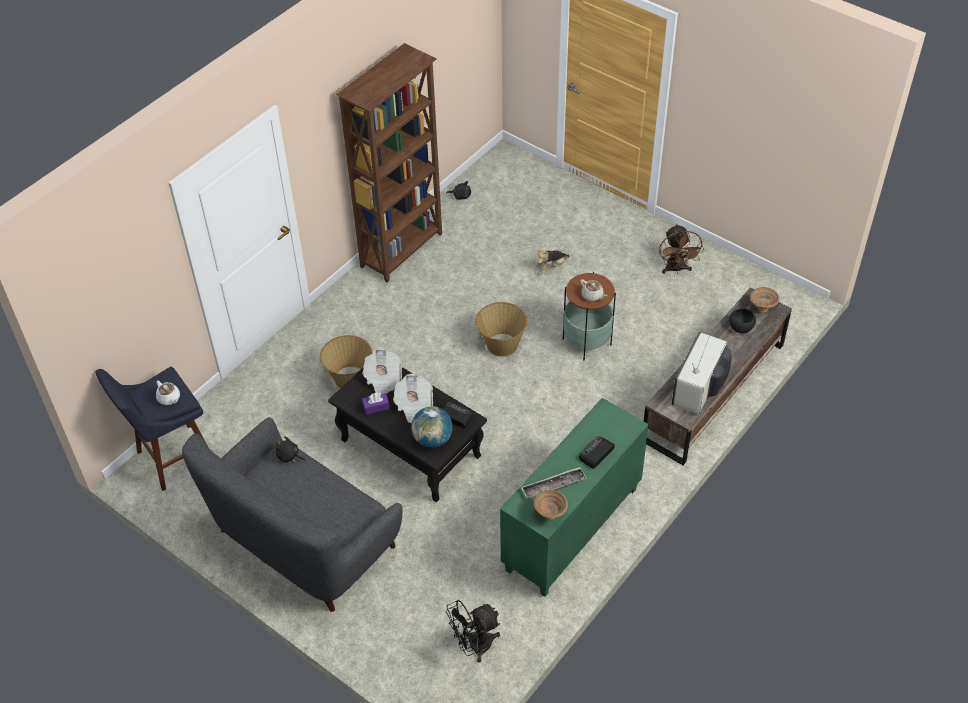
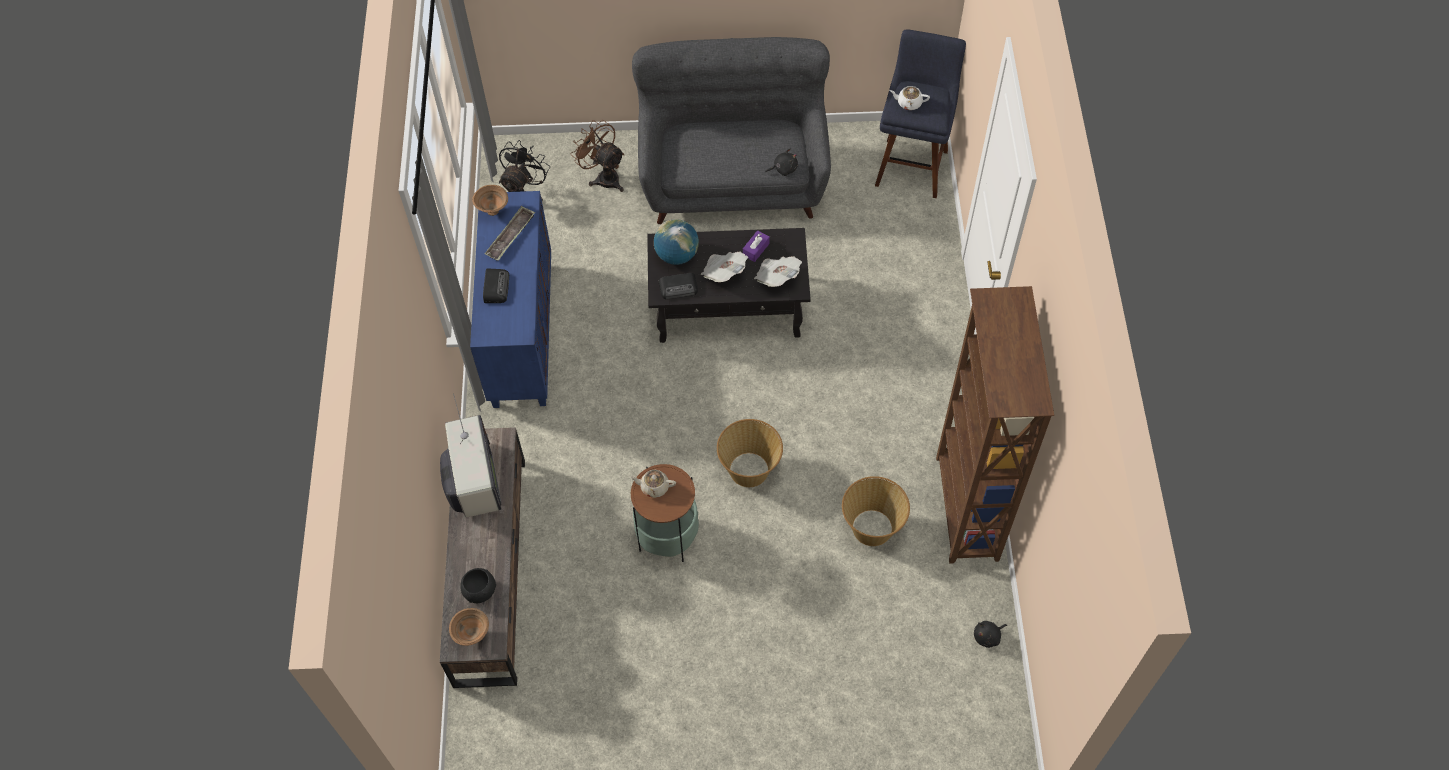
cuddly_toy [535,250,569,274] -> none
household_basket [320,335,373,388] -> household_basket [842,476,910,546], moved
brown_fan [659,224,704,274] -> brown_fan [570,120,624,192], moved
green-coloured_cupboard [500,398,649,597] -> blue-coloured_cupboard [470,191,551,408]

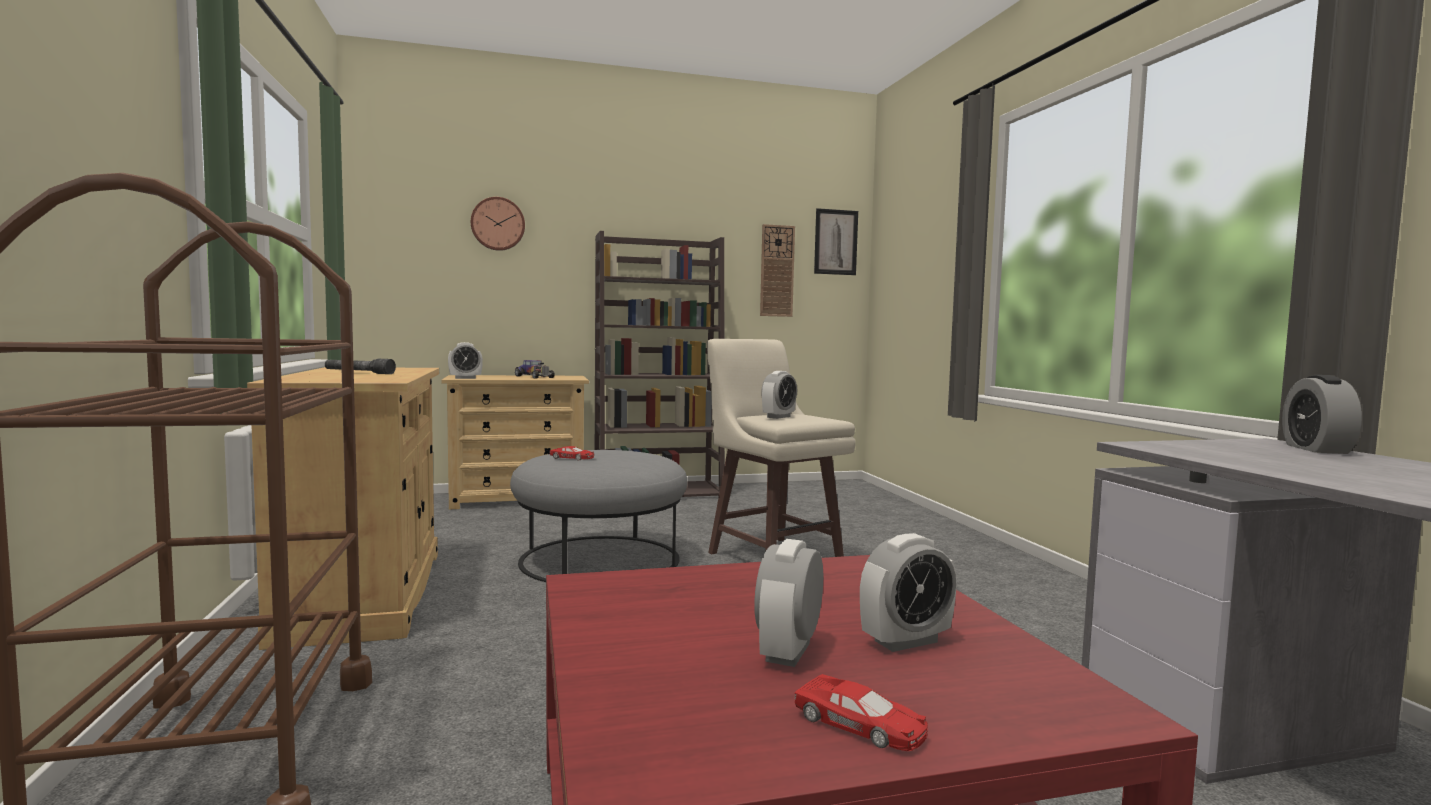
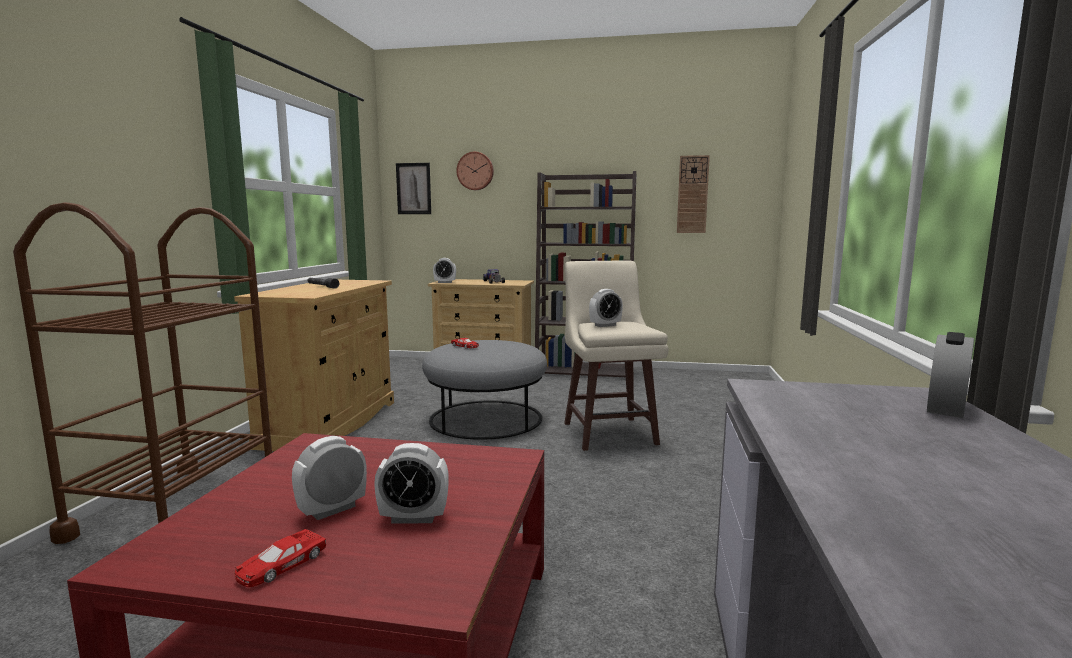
picture [814,208,858,275] -> picture [396,163,431,214], moved
red-coloured_miniature_car [795,674,928,751] -> red-coloured_miniature_car [235,529,326,587], 60 degrees clockwise

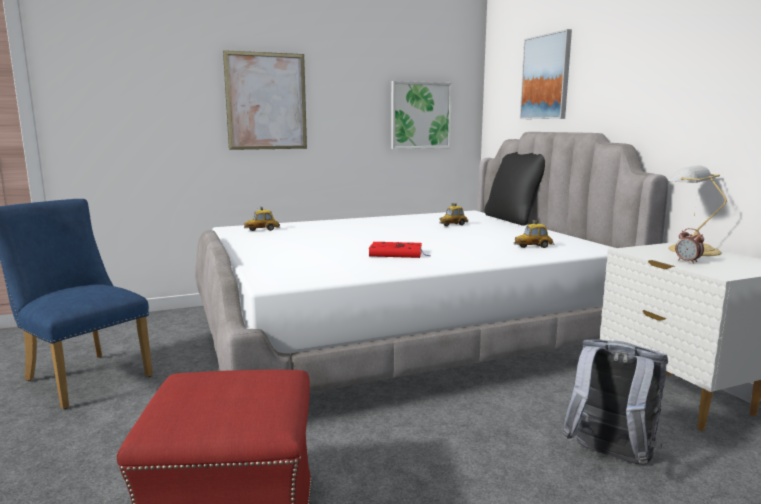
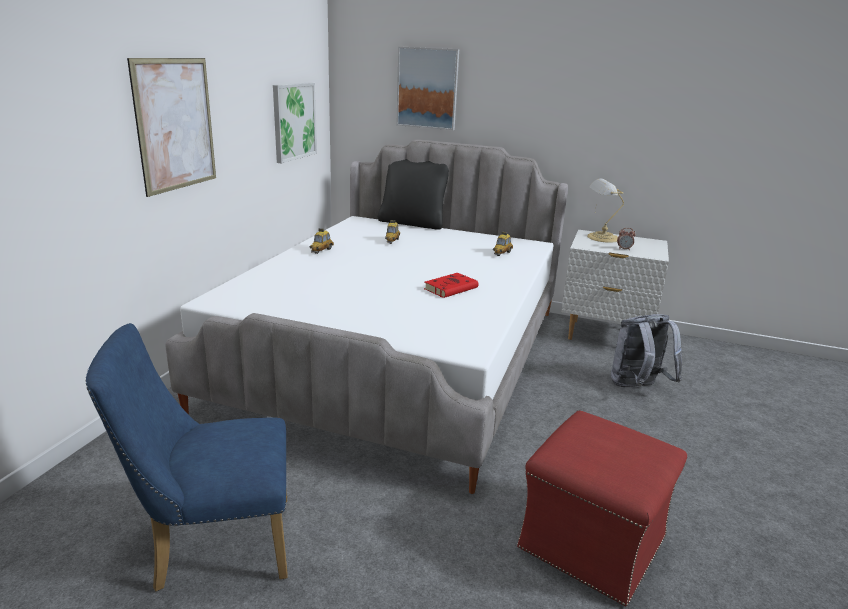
miniature_car [244,207,280,231] -> miniature_car [310,228,334,254], moved

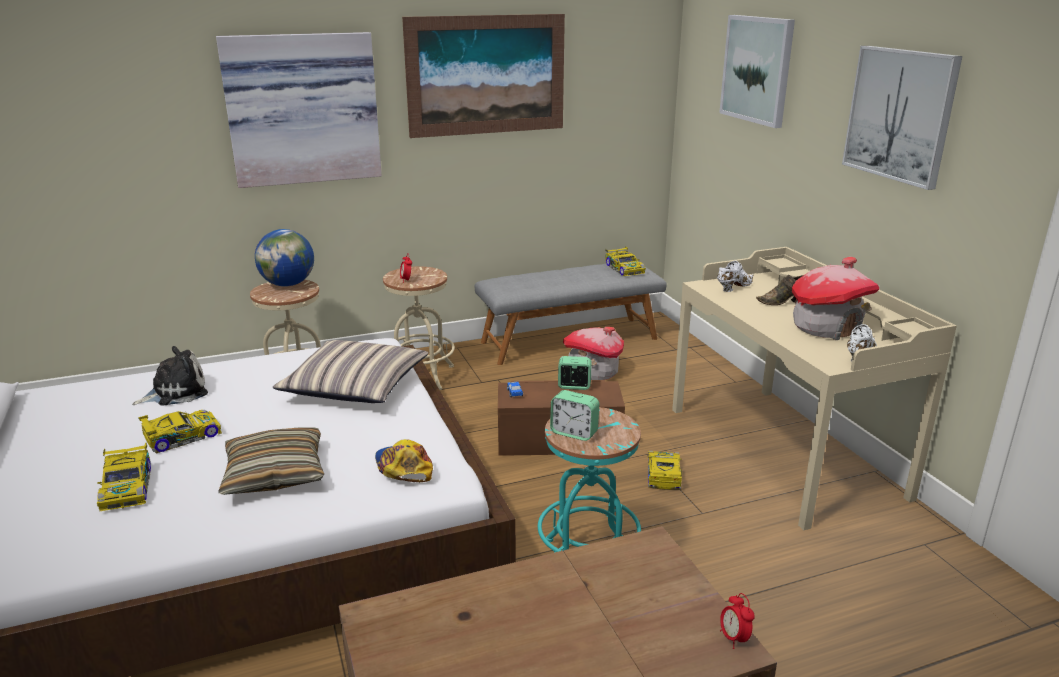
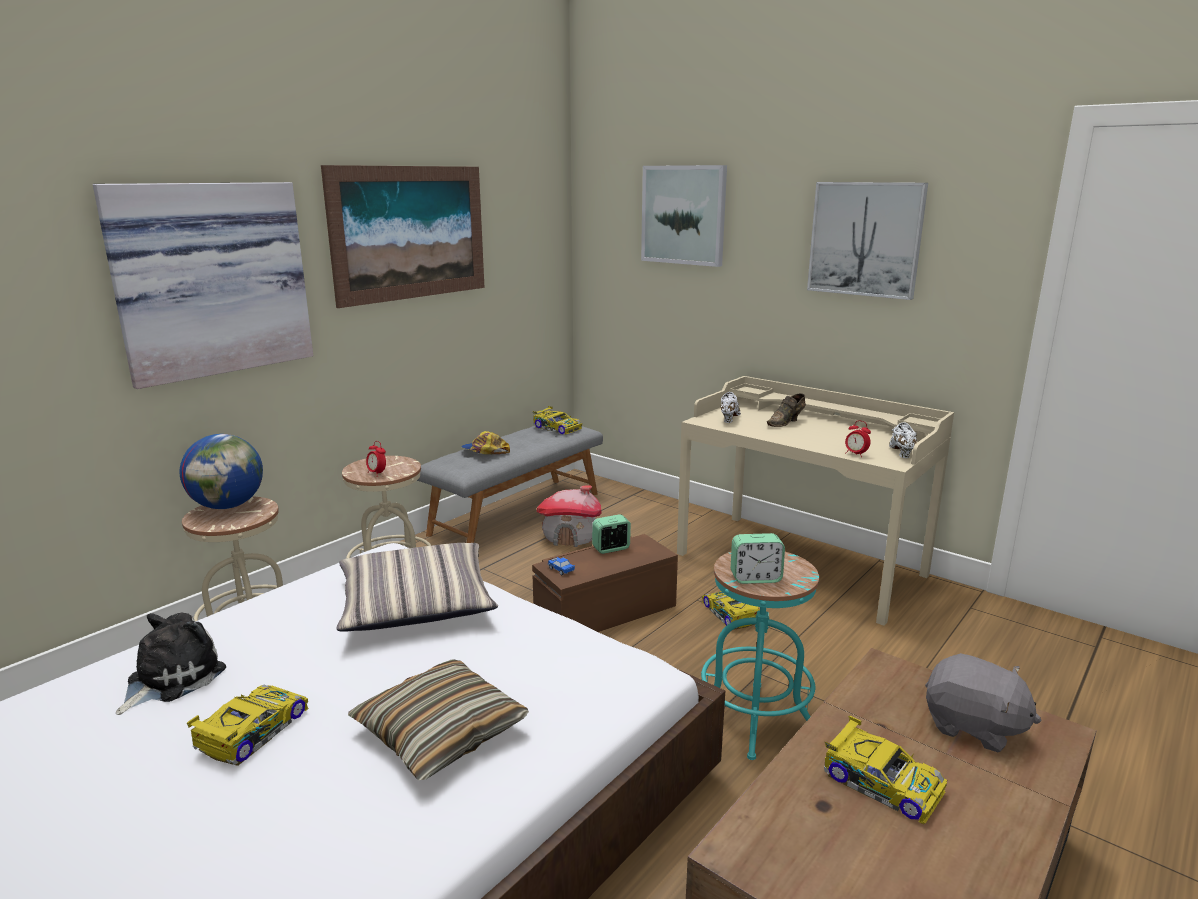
model_house [792,257,879,340] -> none
none -> gray_cuddly_toy [925,653,1042,752]
miniature_car [97,442,151,511] -> miniature_car [824,716,947,824], moved
peaked_cap [375,439,433,482] -> peaked_cap [461,431,510,454], moved
table_clock [720,593,755,649] -> table_clock [845,420,871,457], moved

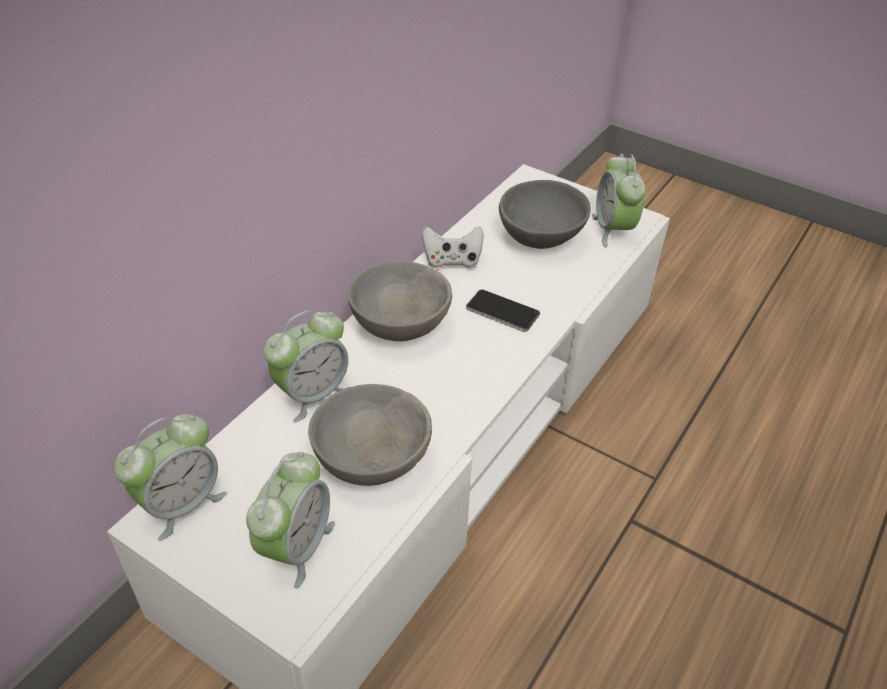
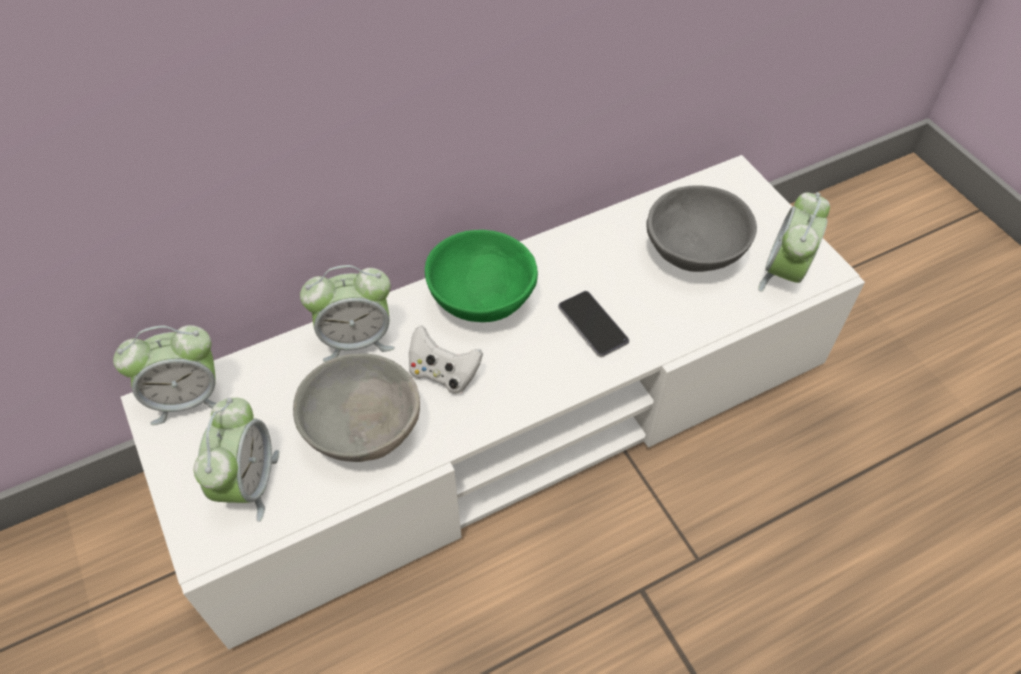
whitish_game_controller [422,226,484,268] -> whitish_game_controller [409,325,483,394], moved
gray_deep_dish [347,261,452,341] -> green-coloured_deep_dish [425,230,538,322]
table_clock [246,452,335,589] -> table_clock [194,398,279,522], 45 degrees counterclockwise

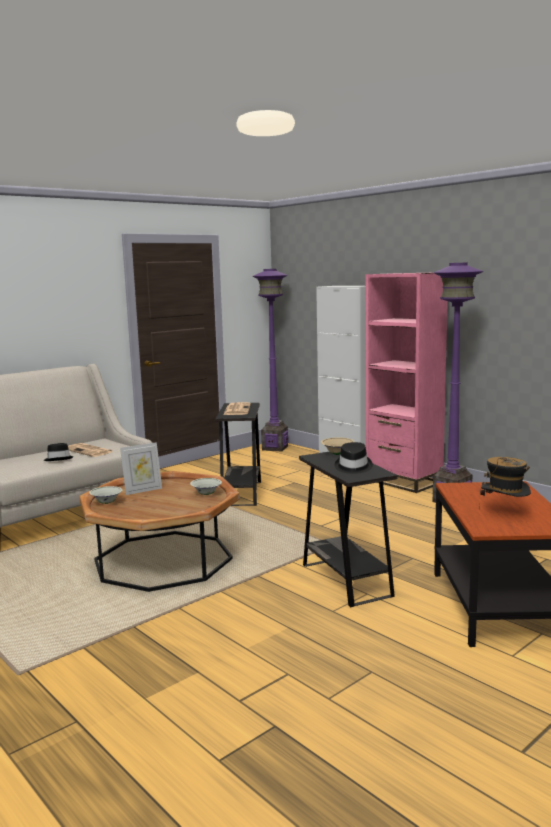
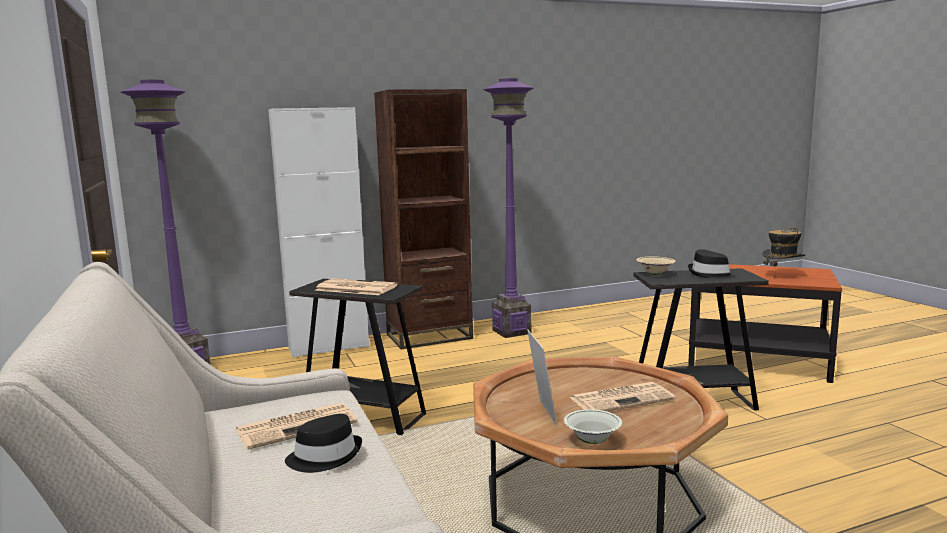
whitish_deep_dish [190,478,222,495] -> none
none -> newspaper [570,382,675,411]
pinkish_bookcase [366,273,448,493] -> brown_bookcase [374,89,473,349]

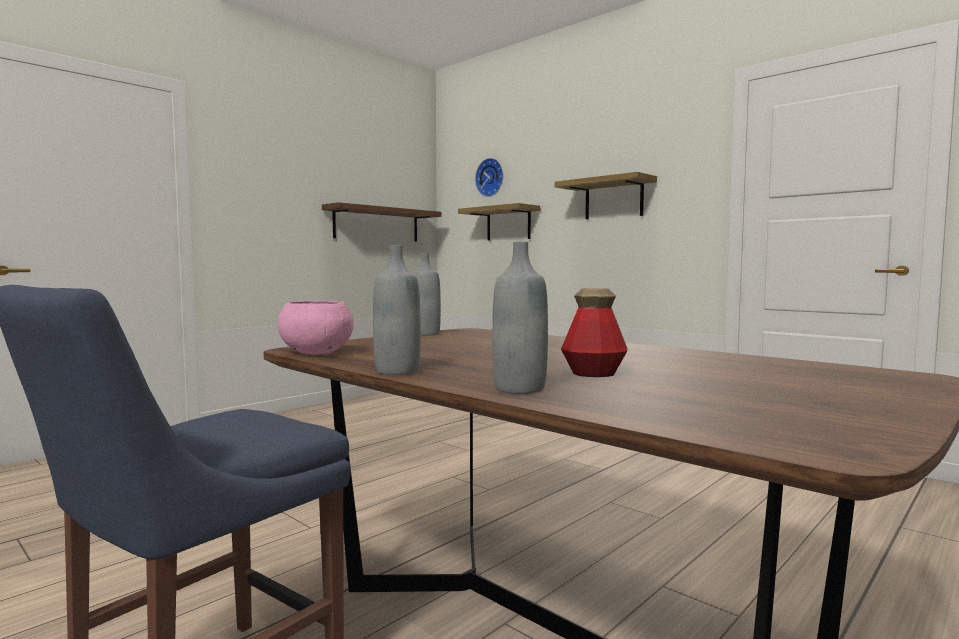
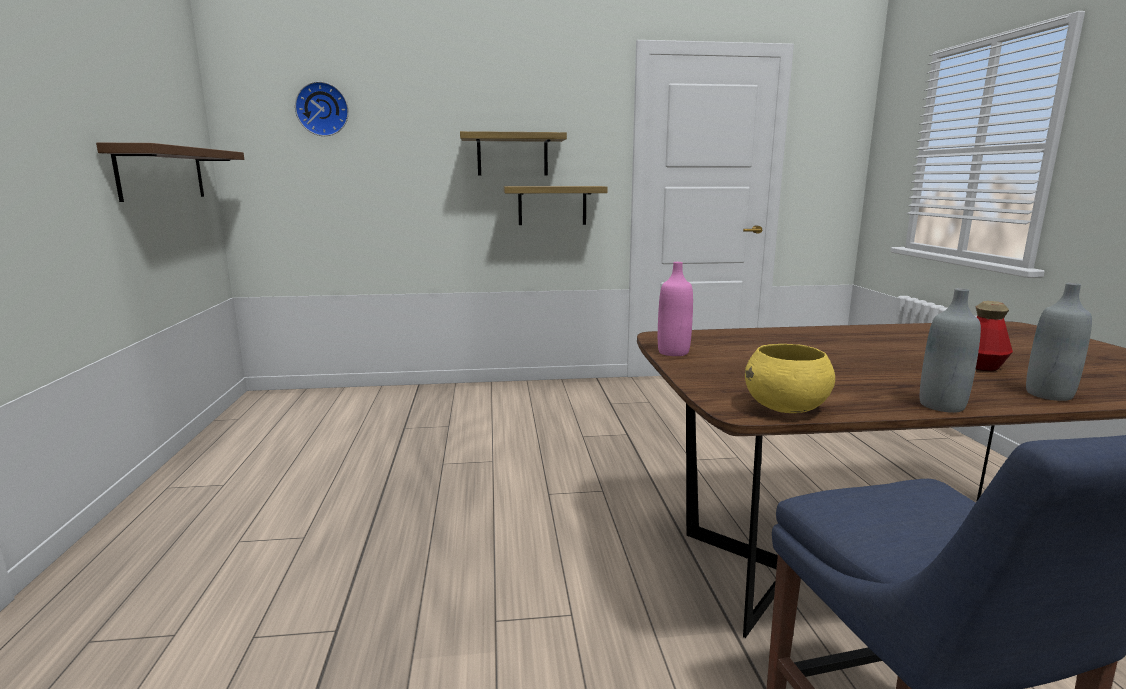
shelf [458,203,540,241] -> shelf [504,186,608,225], moved
pinkish_deep_dish [278,301,354,355] -> yellow-coloured_deep_dish [745,344,835,413]
gray_bottle [413,253,441,336] -> pinkish_bottle [658,262,693,356]

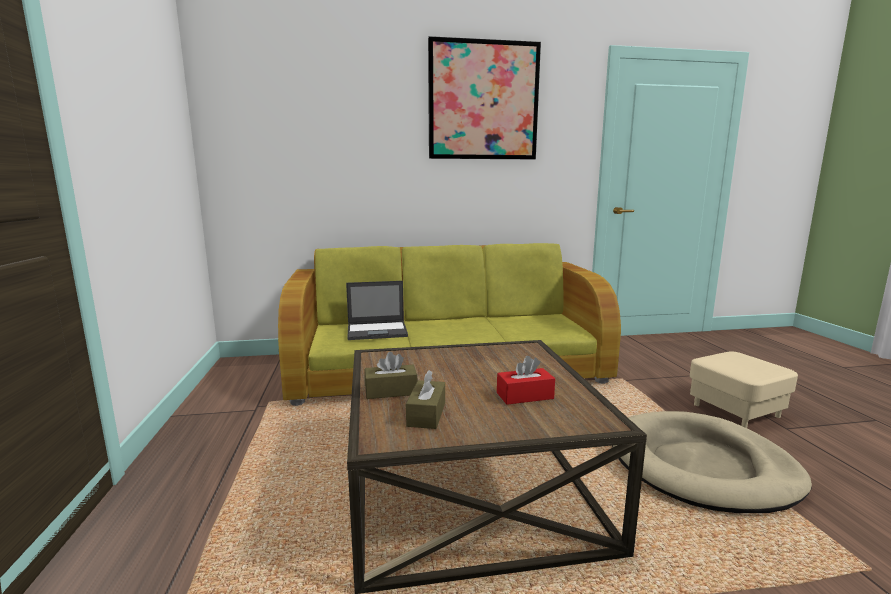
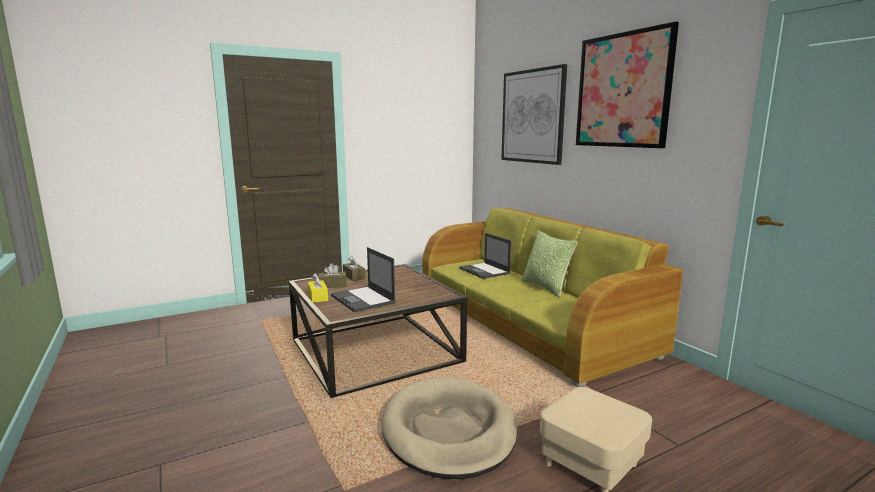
none -> yellow-coloured_box_of_tissues [308,273,328,303]
none -> picture [501,64,567,165]
none -> pillow [521,231,577,297]
red-coloured_box_of_tissues [497,356,555,405] -> notebook_computer [331,247,396,312]

